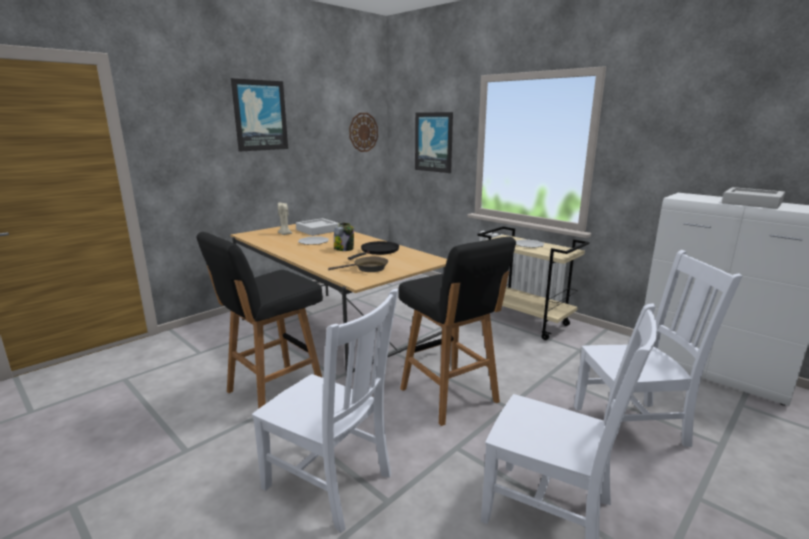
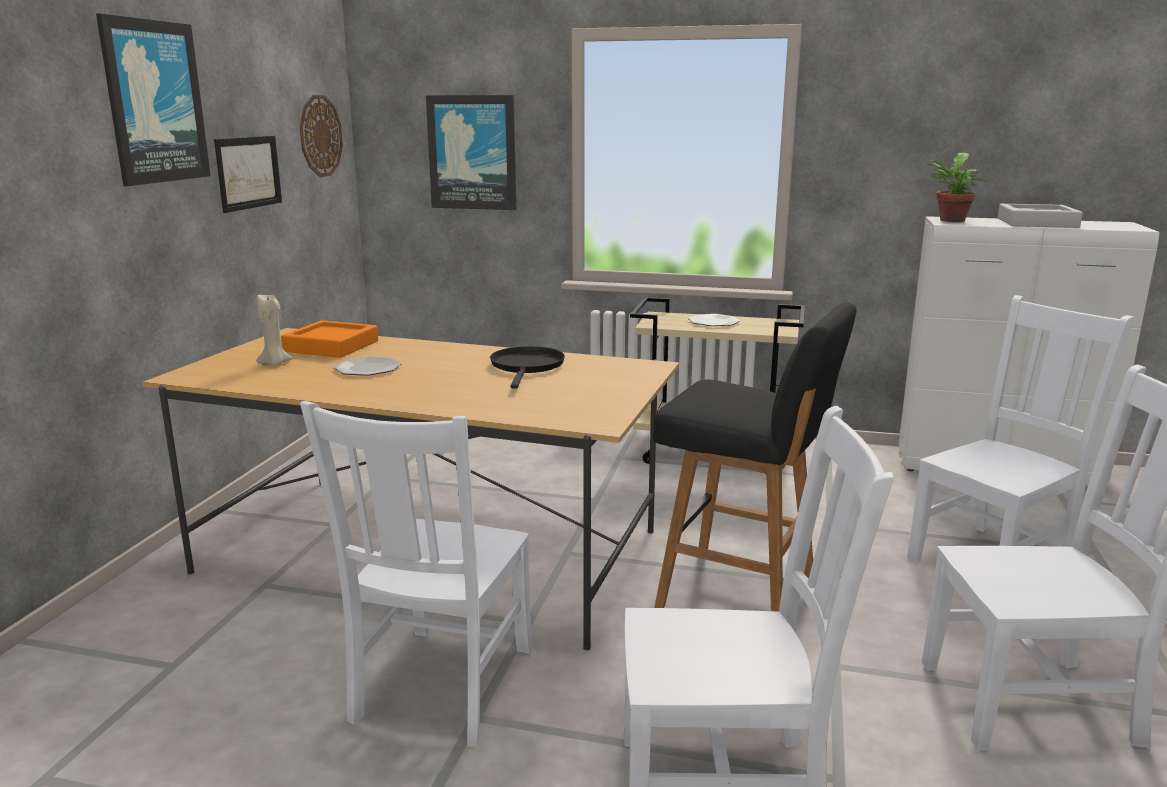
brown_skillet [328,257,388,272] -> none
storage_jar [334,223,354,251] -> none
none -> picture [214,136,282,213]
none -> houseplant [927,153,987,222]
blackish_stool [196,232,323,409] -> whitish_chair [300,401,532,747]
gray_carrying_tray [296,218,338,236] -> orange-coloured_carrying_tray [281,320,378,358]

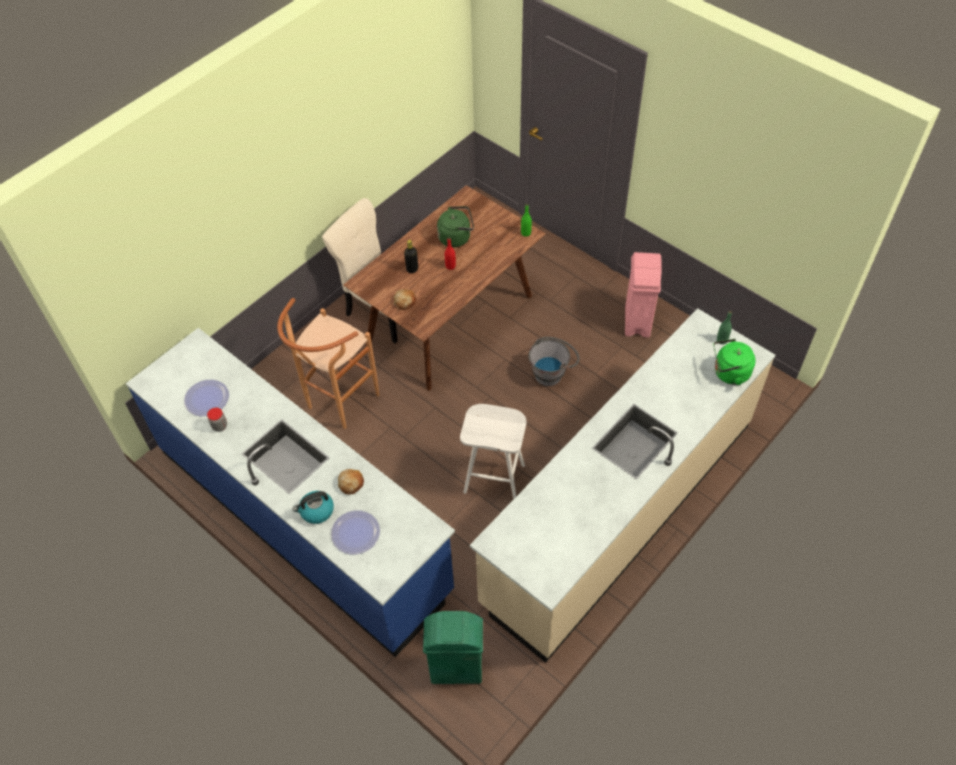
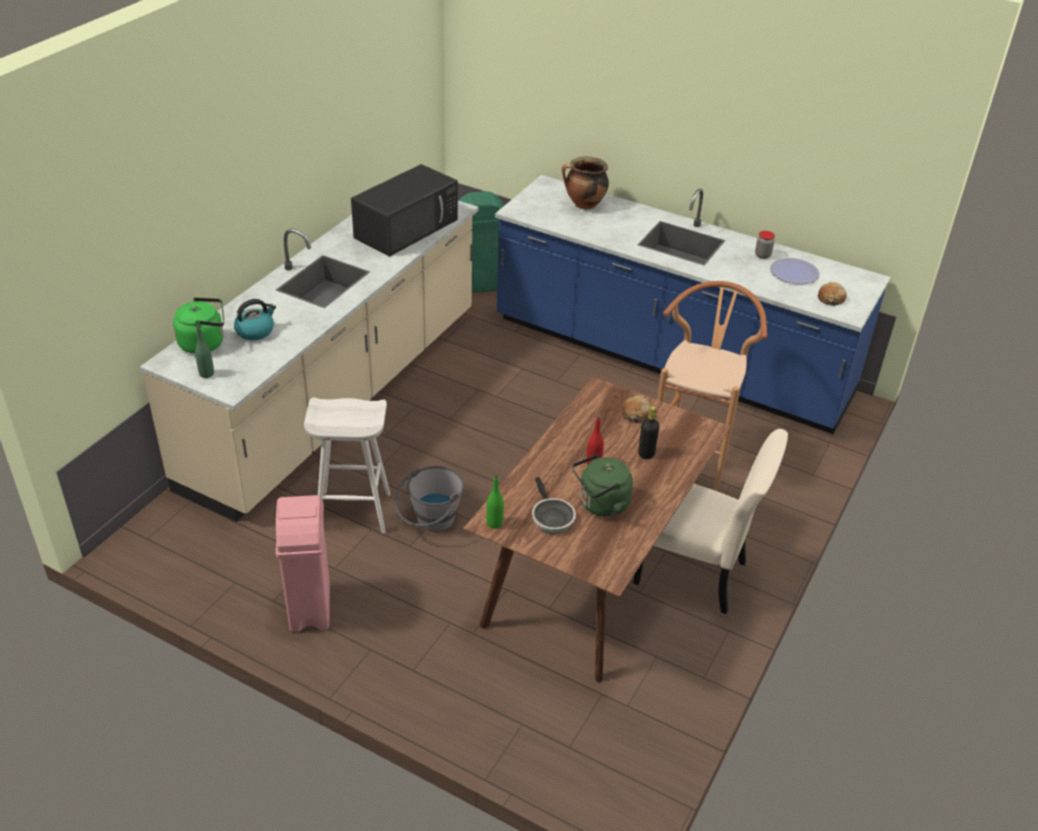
none -> blackish_kitchen_microwave [351,164,458,257]
none -> skillet [532,477,576,533]
kettle [293,491,334,524] -> kettle [234,299,276,340], moved
baked_bread [338,469,364,495] -> baked_bread [818,282,847,306], moved
whitish_stool [460,404,526,499] -> whitish_stool [304,398,391,534], moved
plate [331,510,380,554] -> stockpot [562,156,609,209]

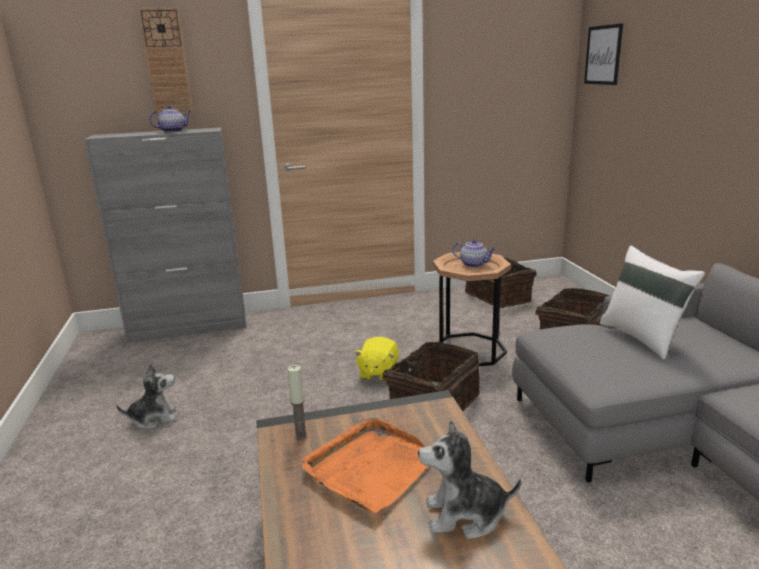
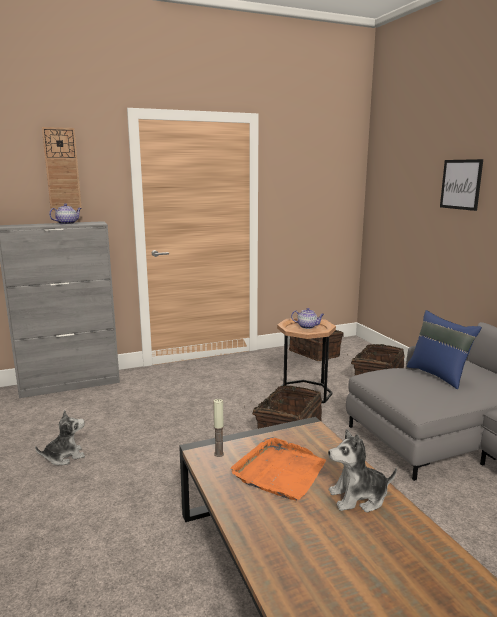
yellow-coloured_cuddly_toy [354,337,399,382] -> none
picture [584,23,623,85] -> picture [440,159,483,211], moved
whitish_pillow [599,246,705,360] -> blue-coloured_pillow [407,310,482,389]

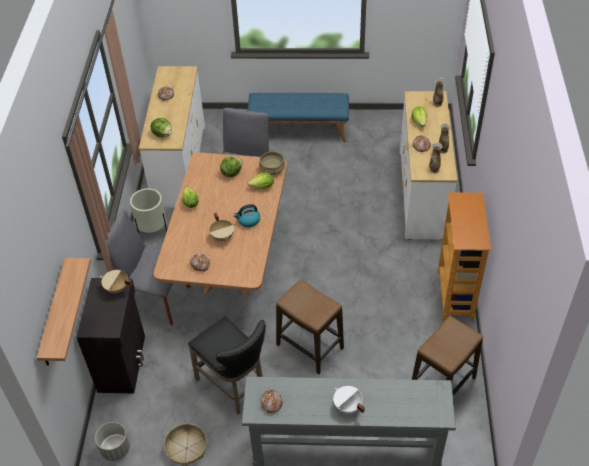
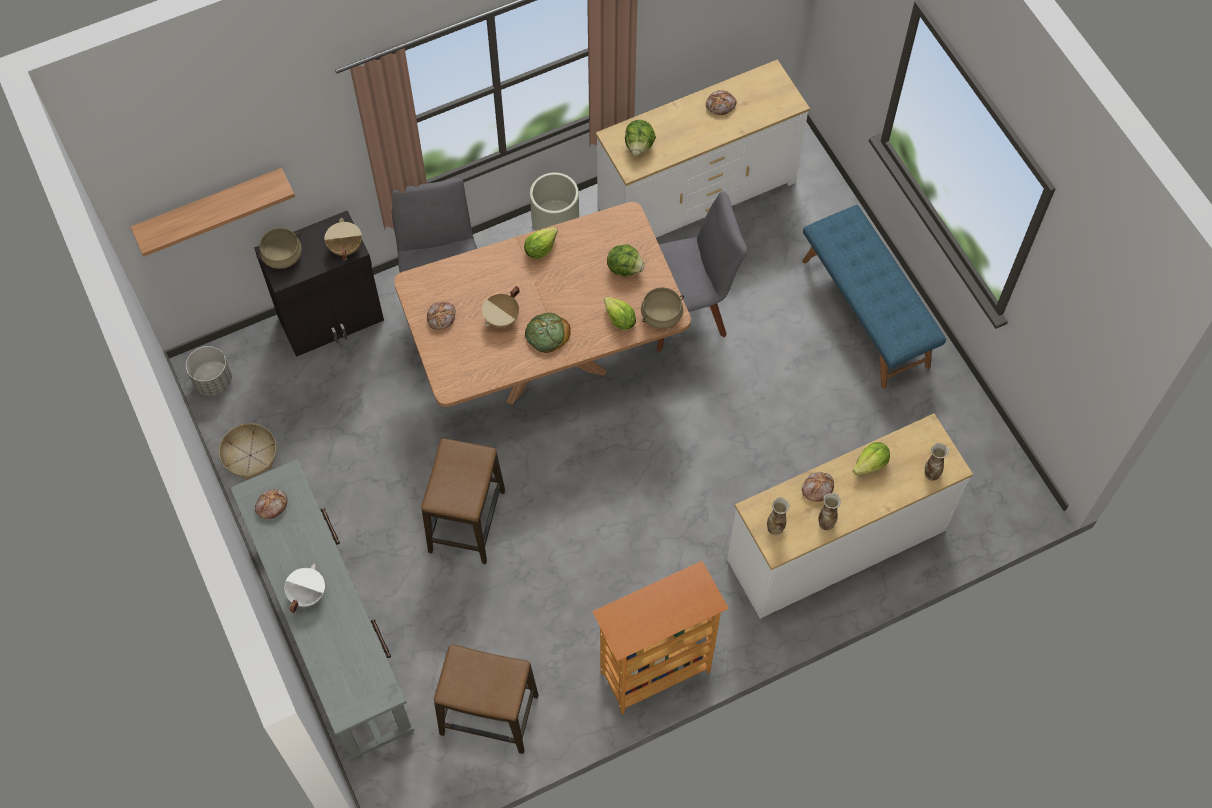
blackish_stool [188,316,266,415] -> none
none -> beige_stockpot [257,228,302,269]
kettle [234,204,260,227] -> baked_bread [525,313,571,353]

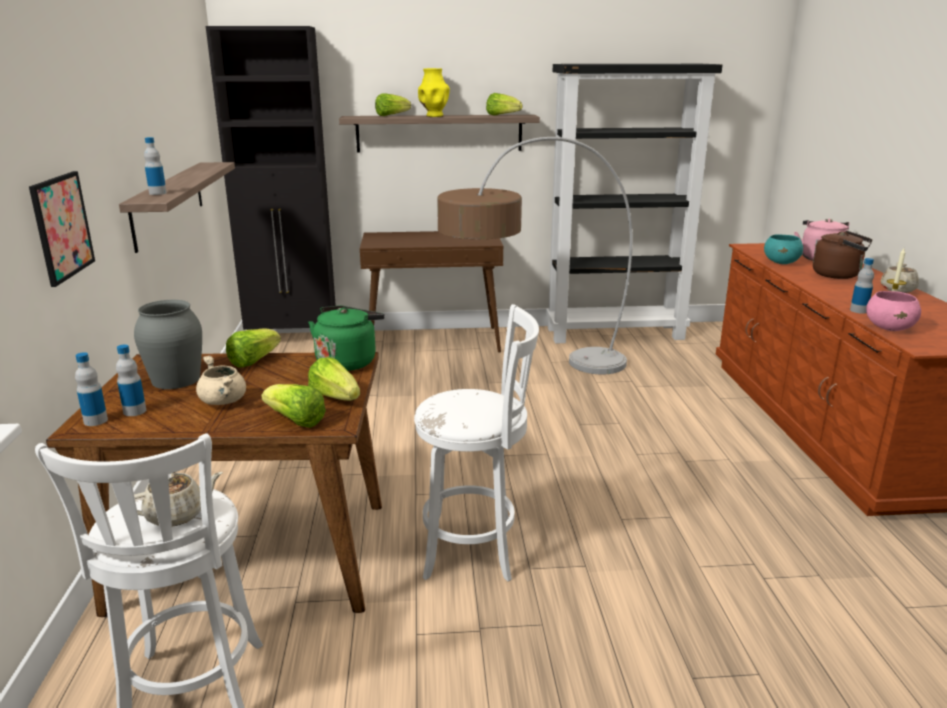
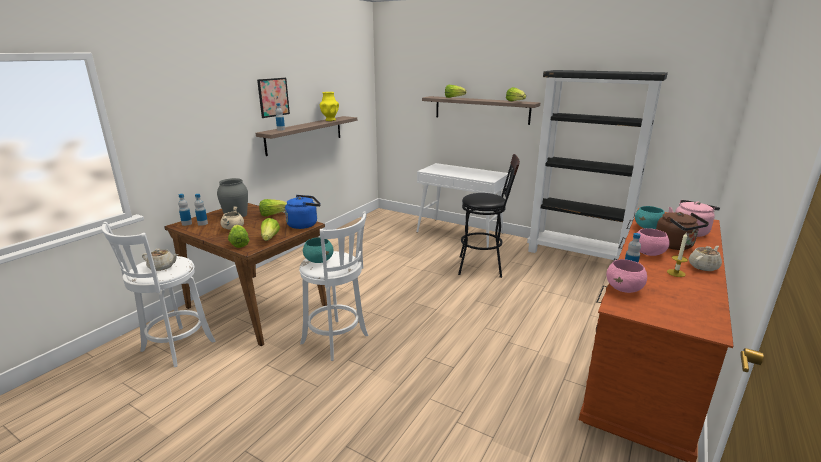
blackish_cupboard [206,26,336,330] -> none
none -> turquoise_deep_dish [303,237,333,263]
none -> pinkish_deep_dish [637,228,670,256]
picture [29,171,95,287] -> picture [257,78,290,118], moved
yellow-coloured_vase [418,68,450,117] -> yellow-coloured_vase [320,92,339,121], moved
standing_lamp [437,137,633,374] -> blackish_stool [458,154,520,278]
green-coloured_kettle [308,306,385,371] -> blue-coloured_kettle [285,195,321,229]
brown_console_table [360,231,503,353] -> whitish_console_table [417,163,509,248]

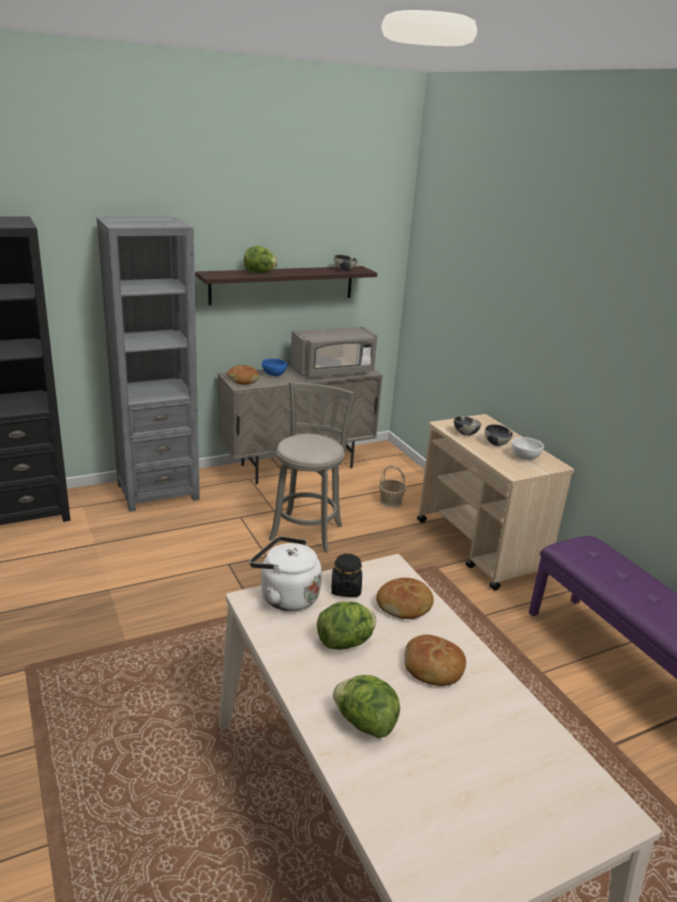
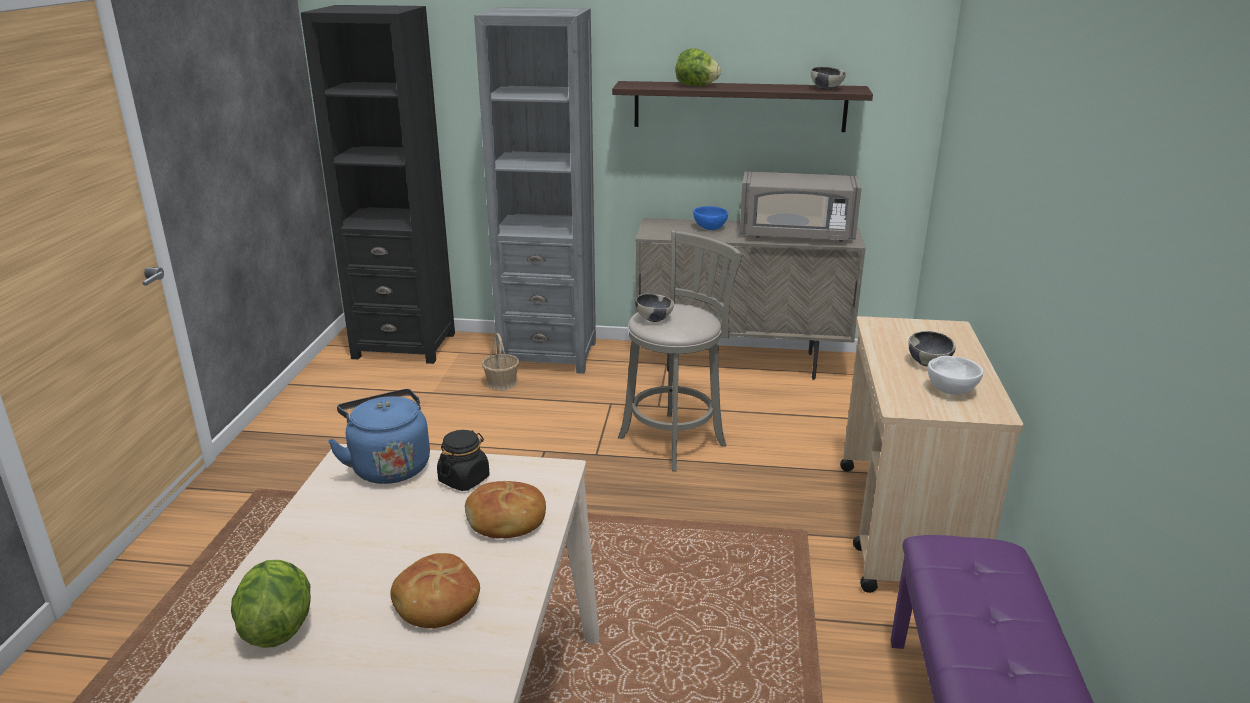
baked_bread [227,365,259,385] -> none
lettuce [317,602,376,649] -> none
household_basket [379,465,406,507] -> household_basket [482,333,519,391], moved
deep_dish [454,416,481,436] -> deep_dish [635,293,674,322], moved
whitish_kettle [250,536,322,611] -> blue-coloured_kettle [328,389,430,484]

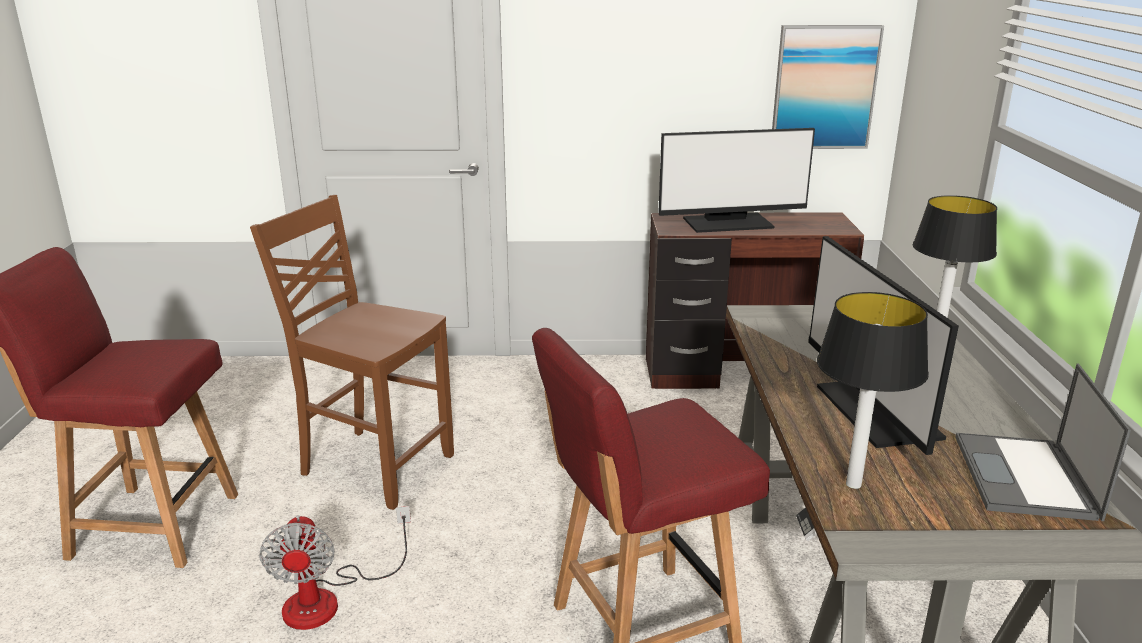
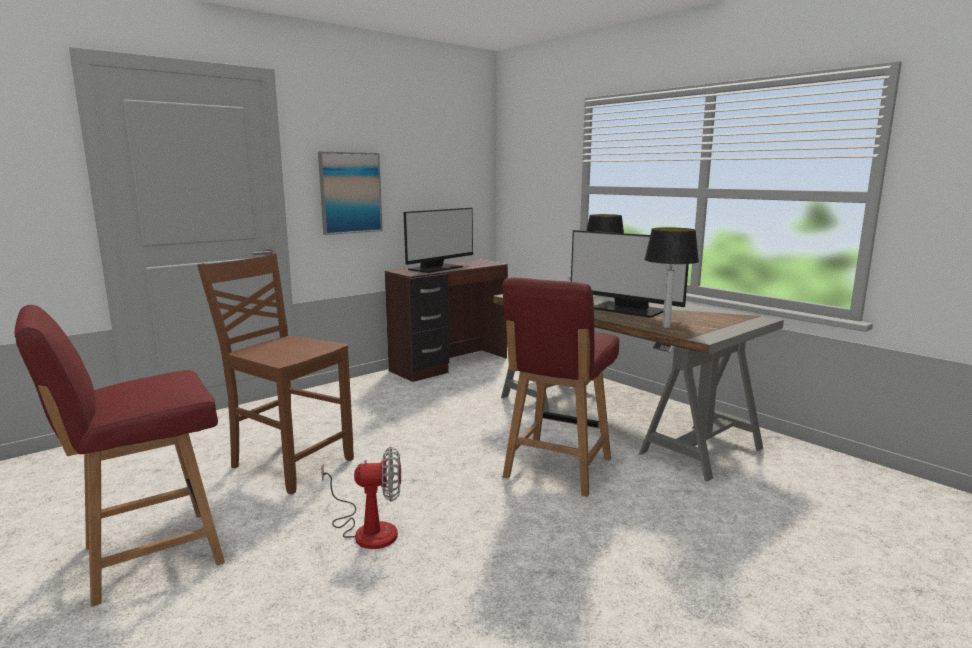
notebook_computer [955,364,1131,521] -> none
picture [772,25,884,149] -> picture [318,152,383,235], moved
brown_chair [250,195,454,510] -> brown_chair [197,253,354,495], 45 degrees clockwise
fan [259,506,411,630] -> fan [321,447,401,549], 45 degrees counterclockwise

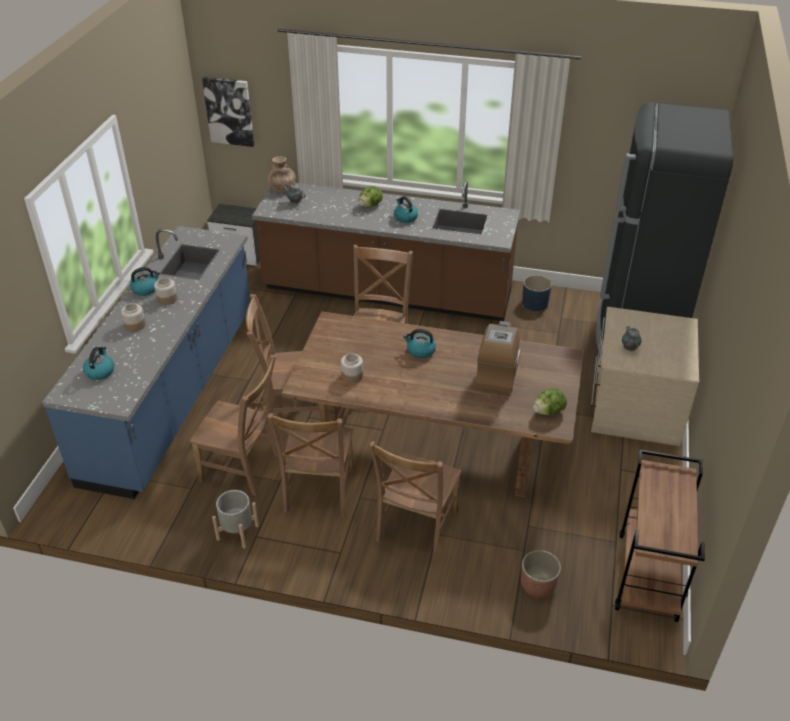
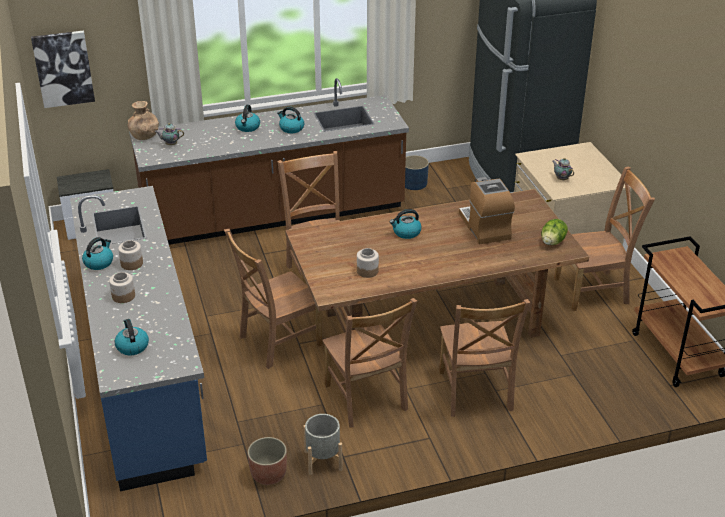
brown_chair [190,355,279,497] -> brown_chair [554,166,655,311], moved
plant_pot [521,550,561,598] -> plant_pot [248,437,287,485], moved
lettuce [359,186,383,208] -> kettle [235,105,260,132]

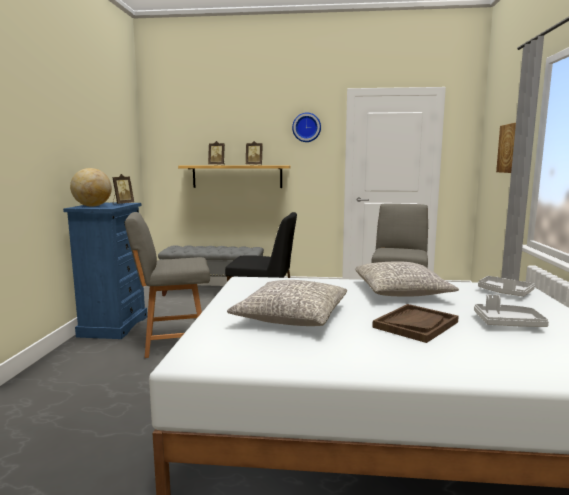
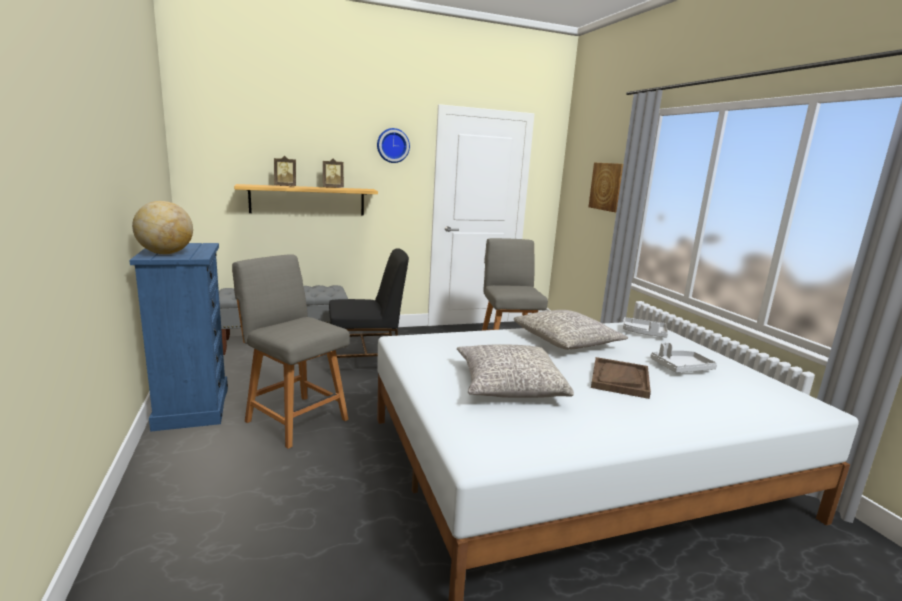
standing_frame [112,174,134,204] -> none
gray_chair [125,212,210,358] -> gray_chair [232,254,350,449], 75 degrees clockwise

